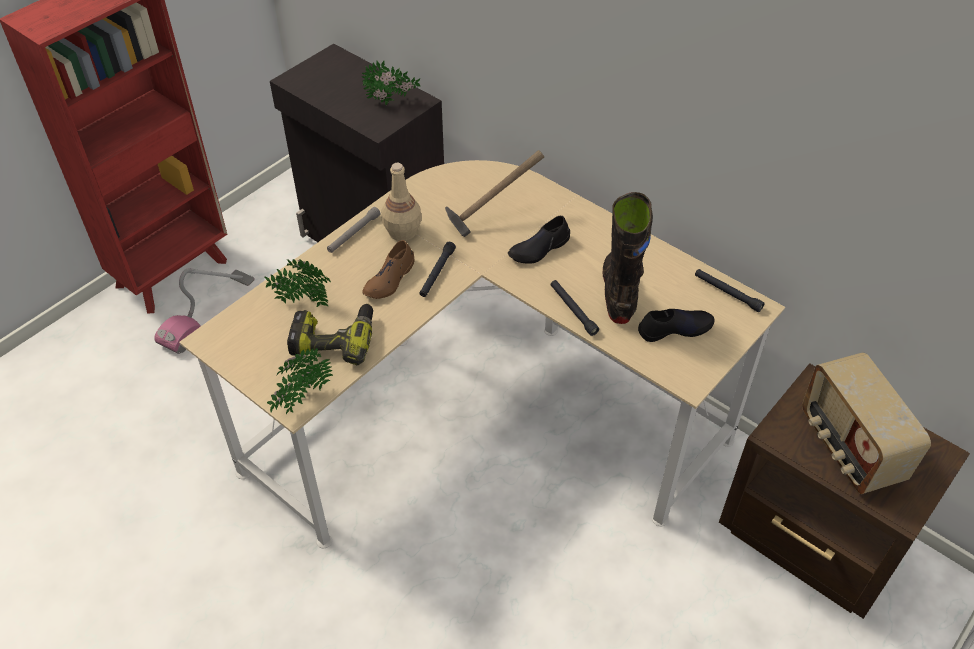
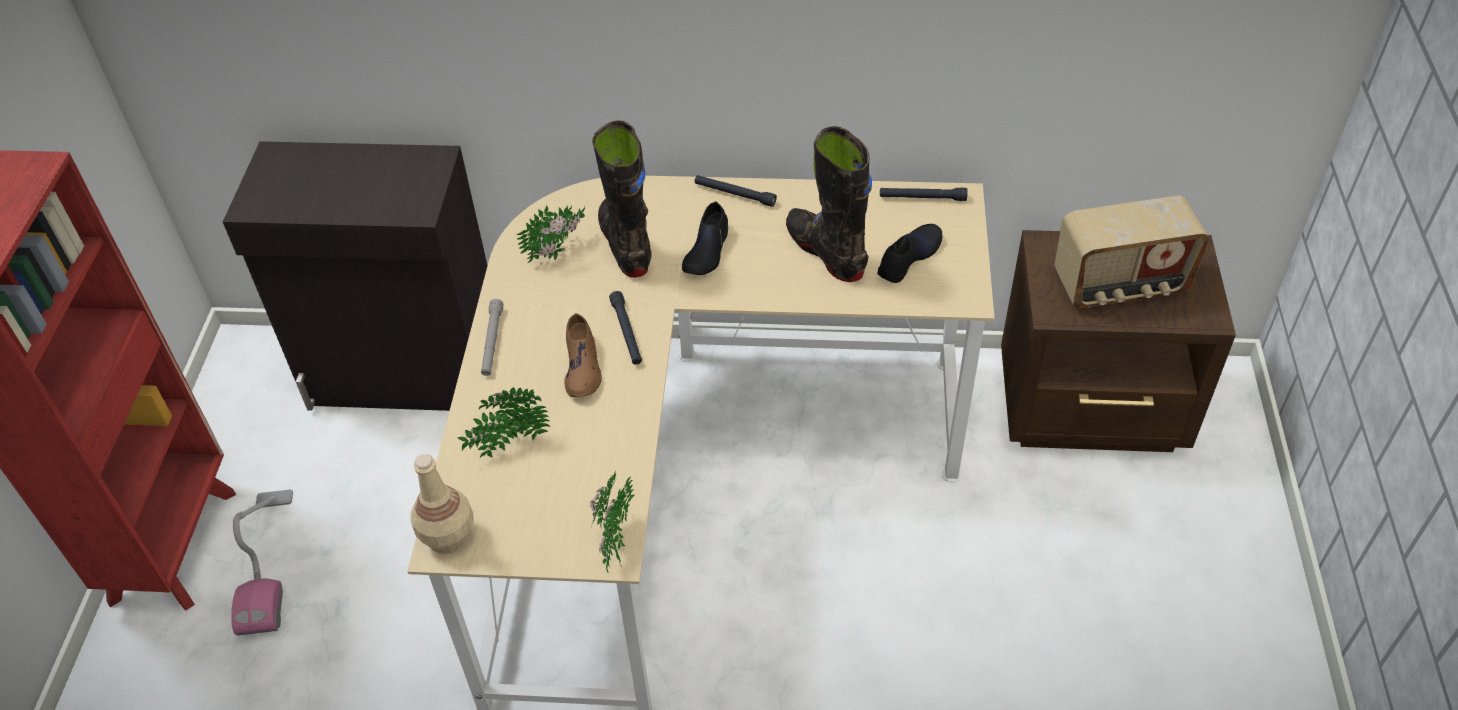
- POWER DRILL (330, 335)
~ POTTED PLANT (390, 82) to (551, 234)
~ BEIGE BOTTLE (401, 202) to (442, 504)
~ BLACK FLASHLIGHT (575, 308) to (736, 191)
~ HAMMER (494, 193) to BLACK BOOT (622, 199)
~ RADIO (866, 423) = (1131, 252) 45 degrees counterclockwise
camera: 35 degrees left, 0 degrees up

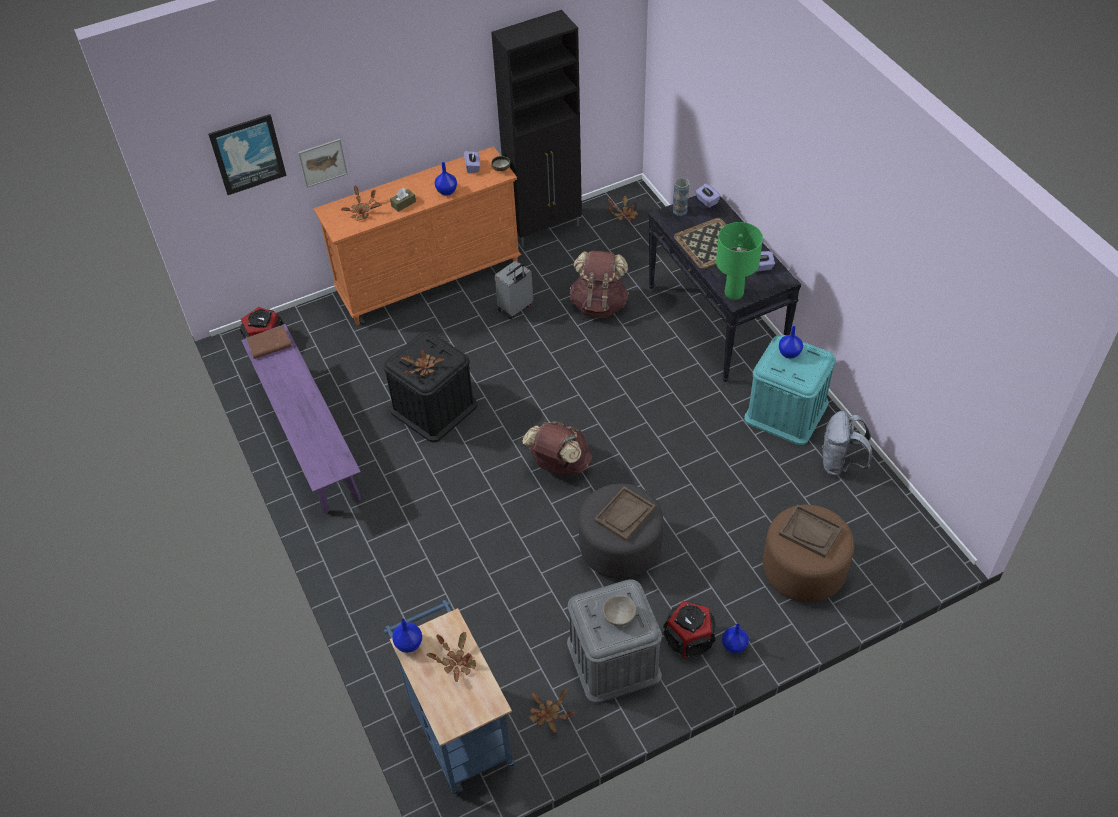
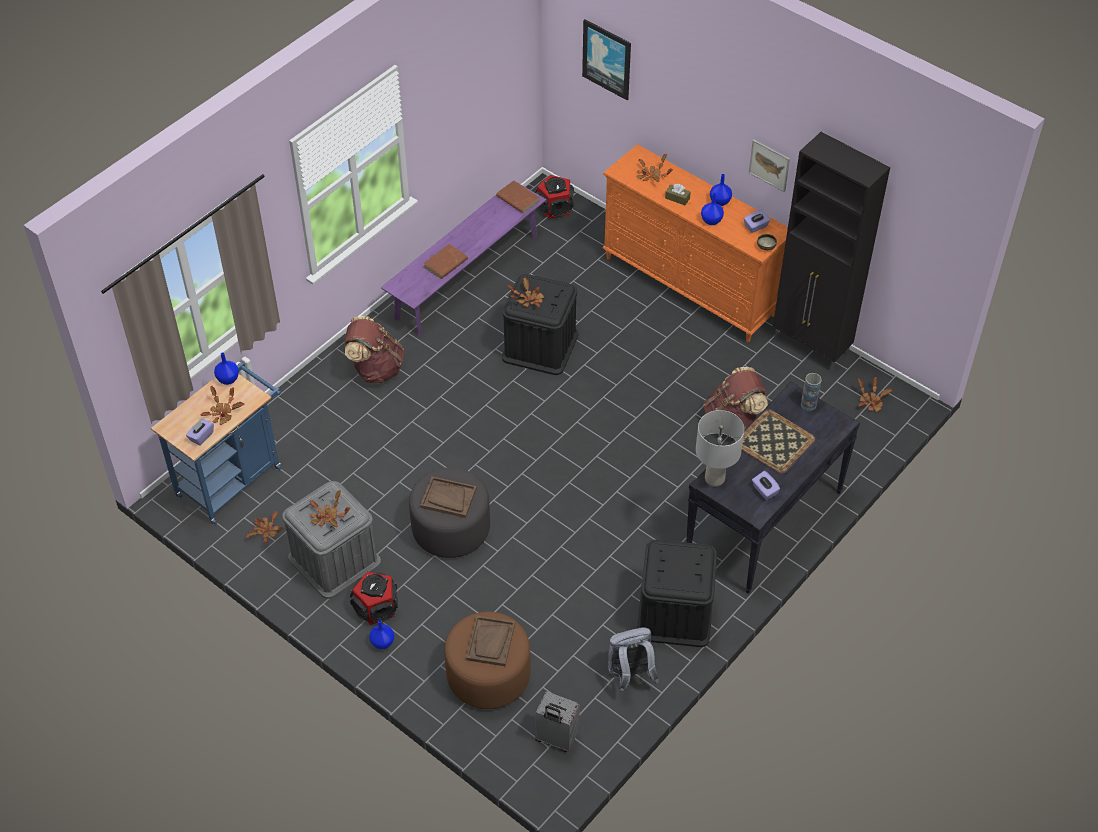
+ BROWN BOOK (445, 261)
~ PICTURE (323, 163) to (769, 166)
~ GREY SUITCASE (514, 290) to (557, 721)
~ BROWN BACKPACK (557, 448) to (374, 349)
~ PURPLE TISSUE BOX (708, 195) to (200, 432)
~ BLUE VASE (791, 342) to (721, 190)
~ BEIGE BOWL (619, 610) to POTTED PLANT (329, 508)
~ GREEN TABLE LAMP (739, 261) to GREY TABLE LAMP (720, 448)
~ TURQUOISE STORAGE BOX (790, 390) to BLACK STORAGE BOX (677, 593)
camera: 65 degrees right, 0 degrees up

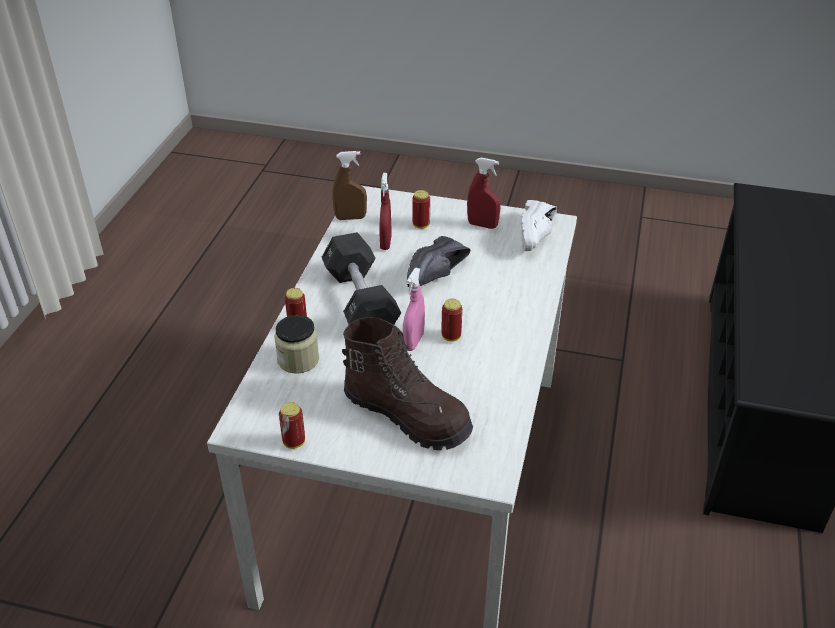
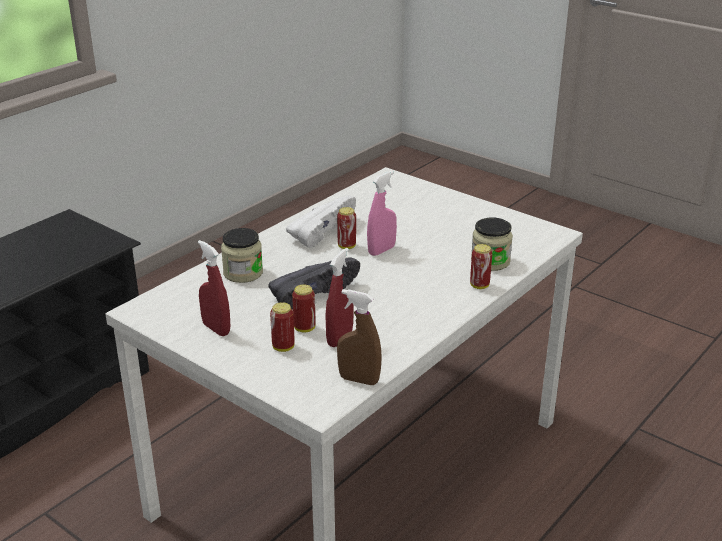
- BLACK DUMBBELL (361, 278)
- BROWN BOOT (407, 383)
+ JAR (242, 255)
~ CAN (292, 425) to (304, 308)
~ WHITE SHOE (539, 225) to (321, 221)
camera: 155 degrees left, 10 degrees down

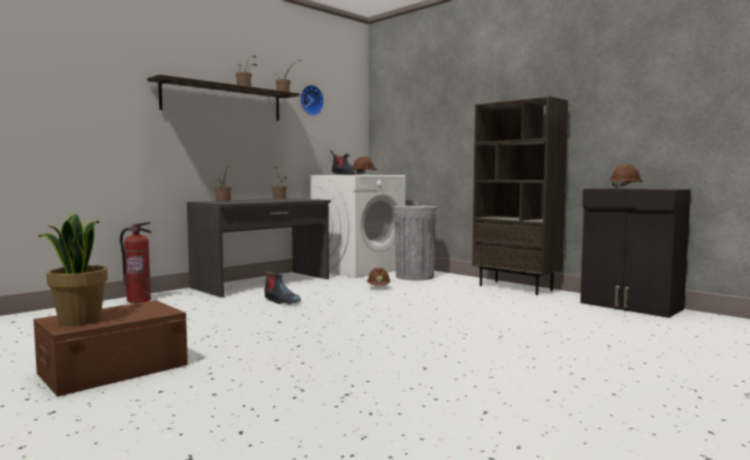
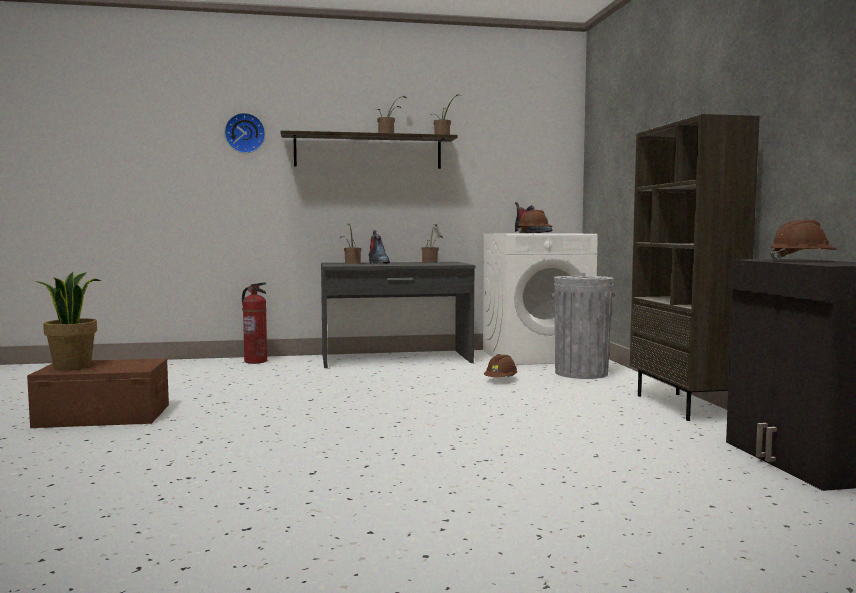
~ BOOT (283, 285) to (379, 247)
~ WALL CLOCK (312, 100) to (244, 133)
camera: 35 degrees right, 0 degrees up

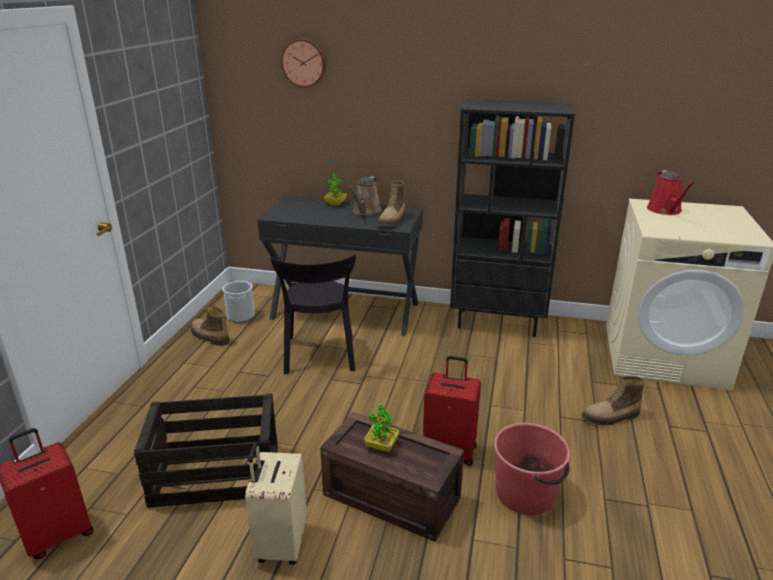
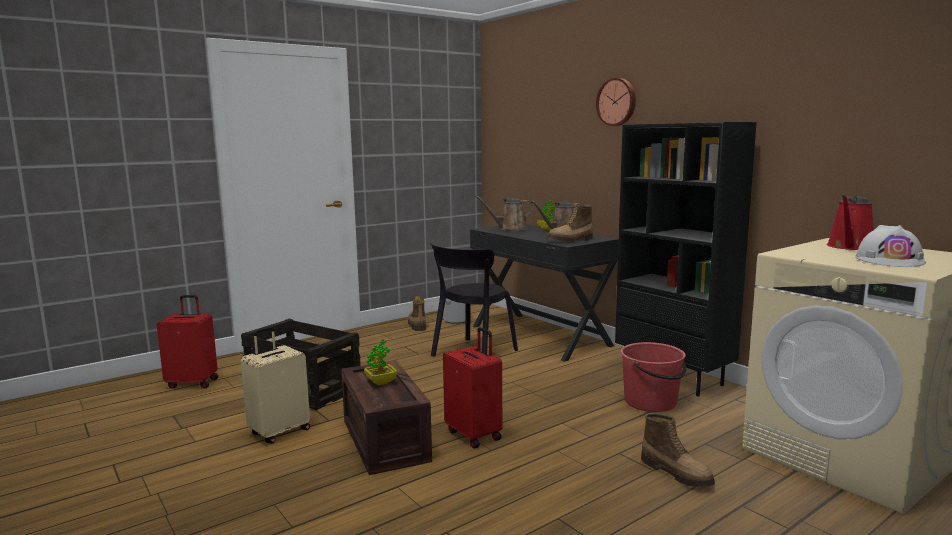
+ BROWN WATERING CAN (504, 213)
+ WHITE HARD HAT (890, 246)
~ WALL CLOCK (303, 63) to (616, 102)
~ RED BUCKET (532, 469) to (653, 377)
~ BOOT (613, 401) = (678, 450) 150 degrees counterclockwise
camera: 40 degrees right, 15 degrees down

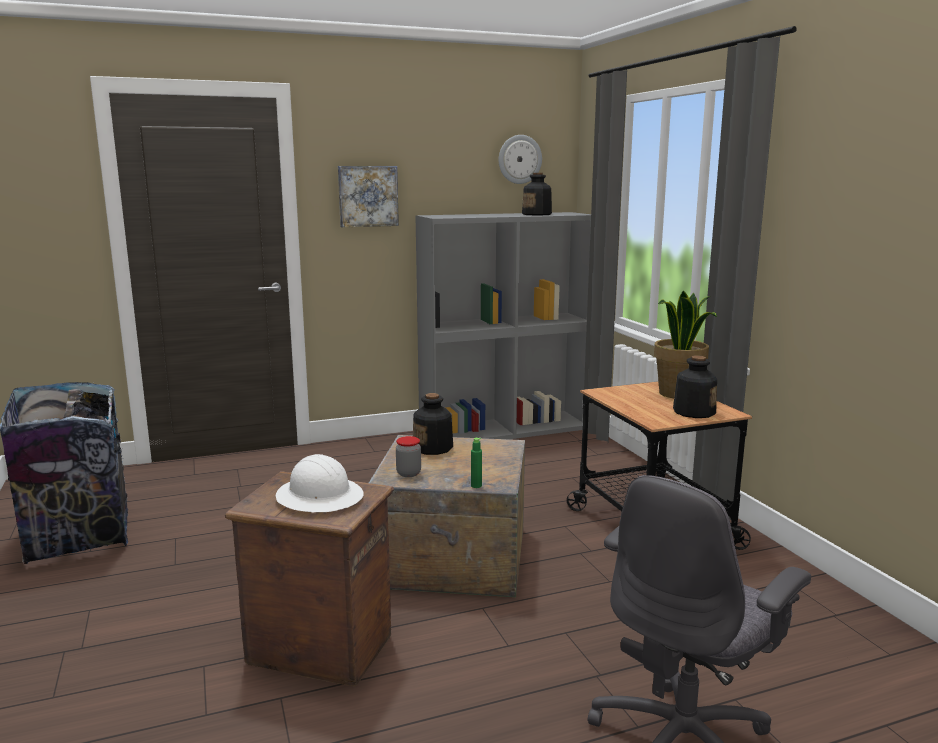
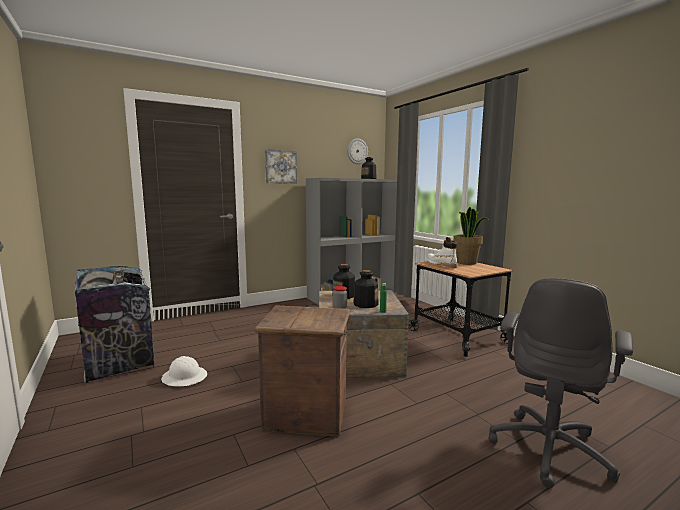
+ WHITE BOOT (441, 252)
~ WHITE HARD HAT (319, 483) to (184, 371)
~ BOTTLE (695, 386) to (366, 289)
camera: 10 degrees left, 5 degrees down

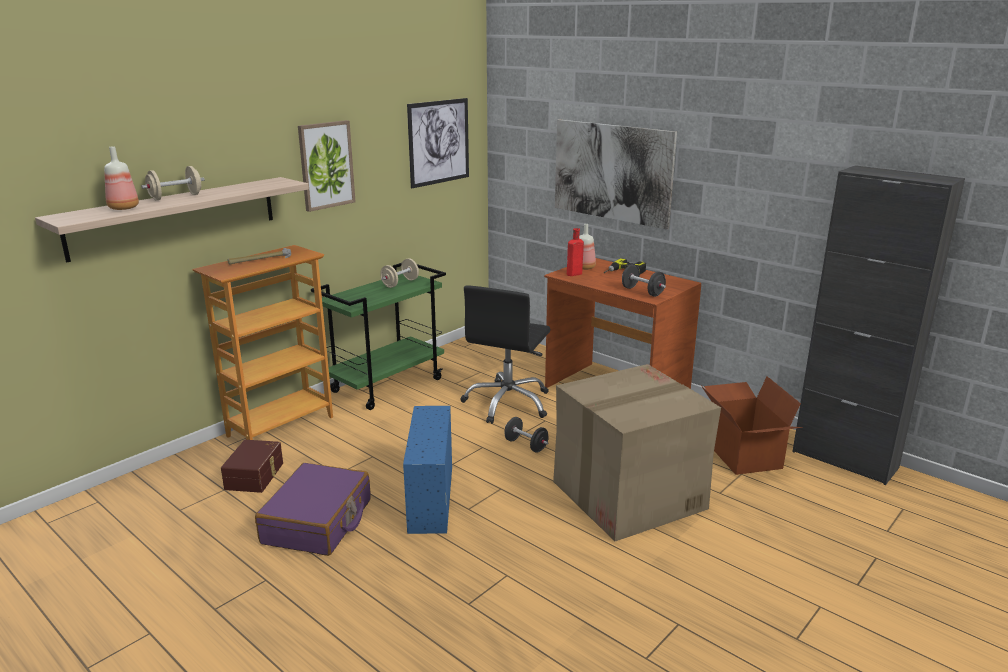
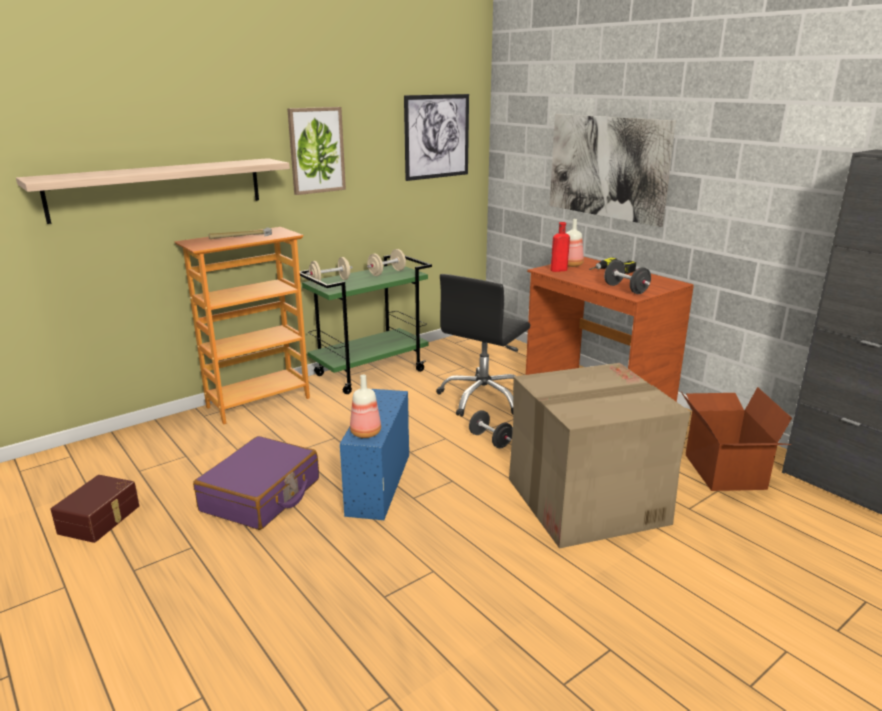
~ BOTTLE (121, 178) to (365, 406)
~ BEIGE DUMBBELL (173, 183) to (329, 270)
~ BROWN STORAGE BOX (252, 466) to (94, 509)
camera: 10 degrees right, 0 degrees up

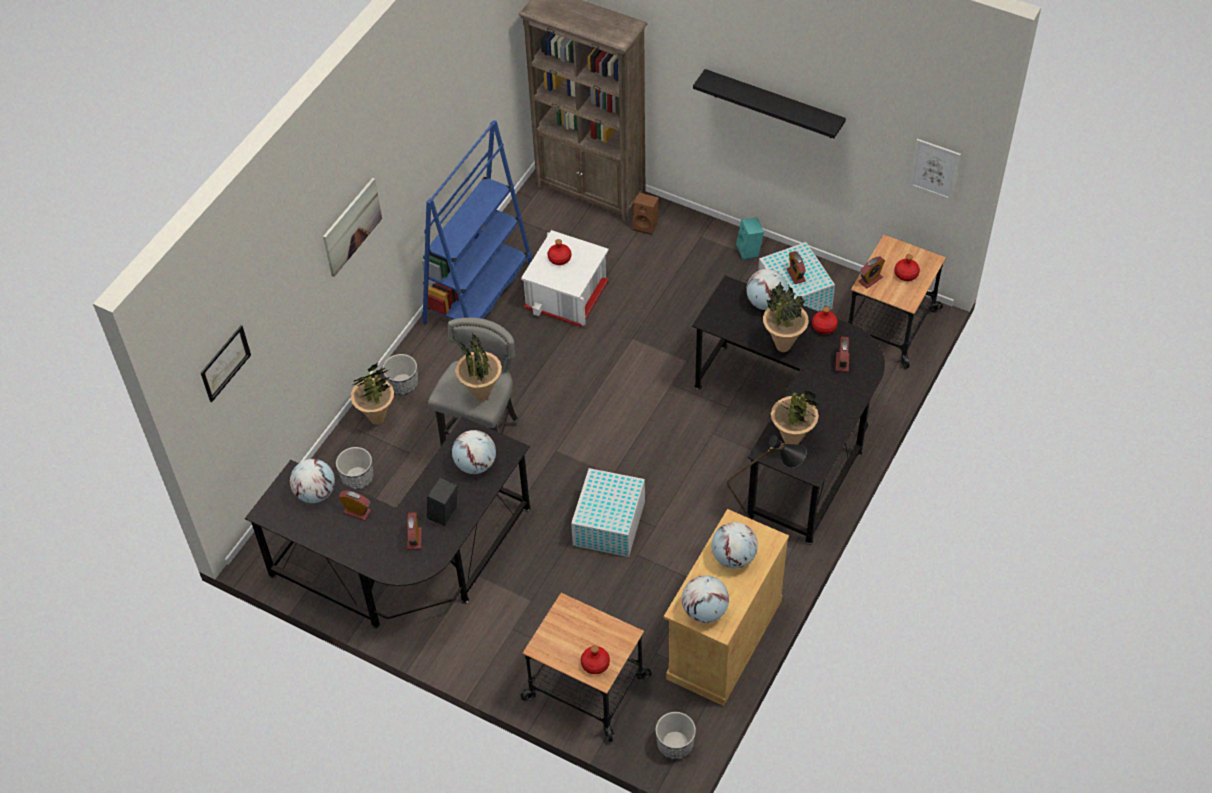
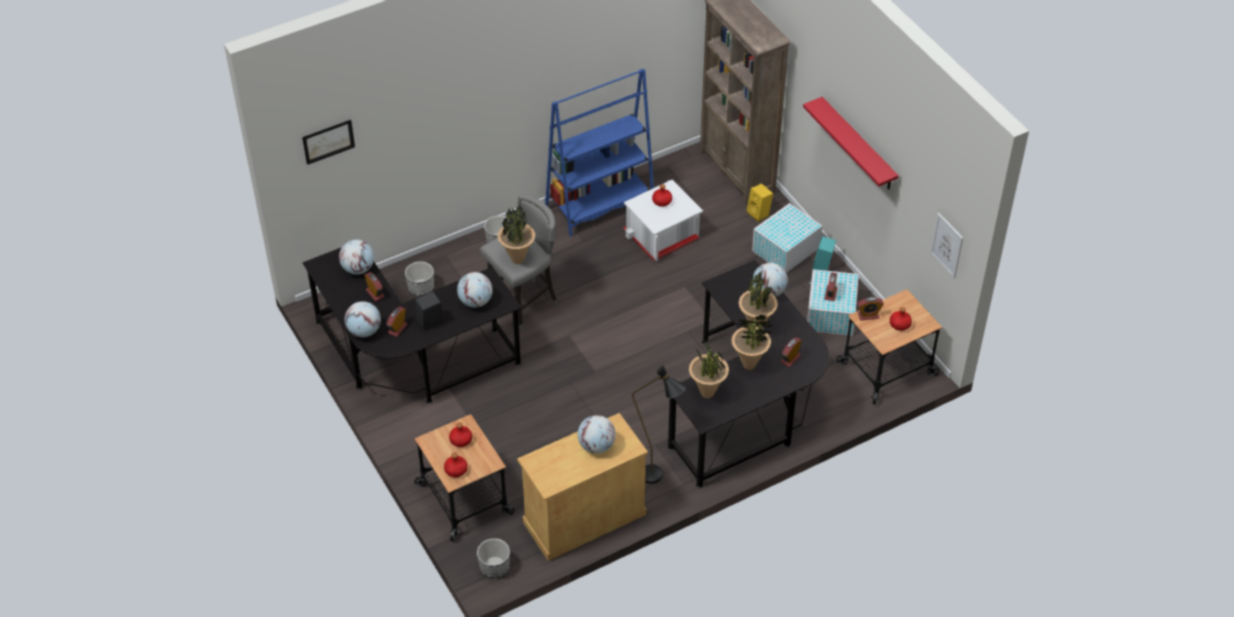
- PICTURE (352, 227)
~ POTTED PLANT (372, 394) to (751, 342)
~ WHITE STORAGE BOX (608, 512) to (787, 238)
~ GLOBE (705, 599) to (363, 319)
~ RED BOTTLE (825, 320) to (460, 435)
~ BROWN SPEAKER (645, 214) to YELLOW SPEAKER (760, 202)
~ BLACK SHELF (769, 103) to RED SHELF (851, 143)
camera: 30 degrees right, 5 degrees down

